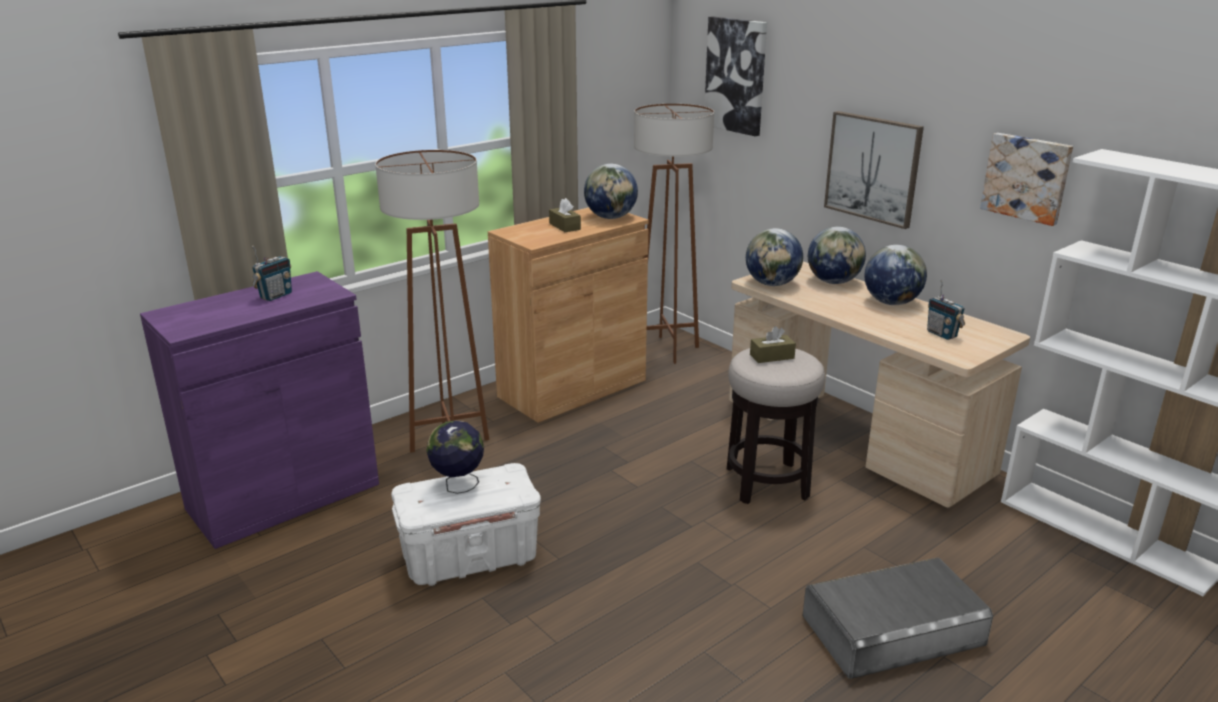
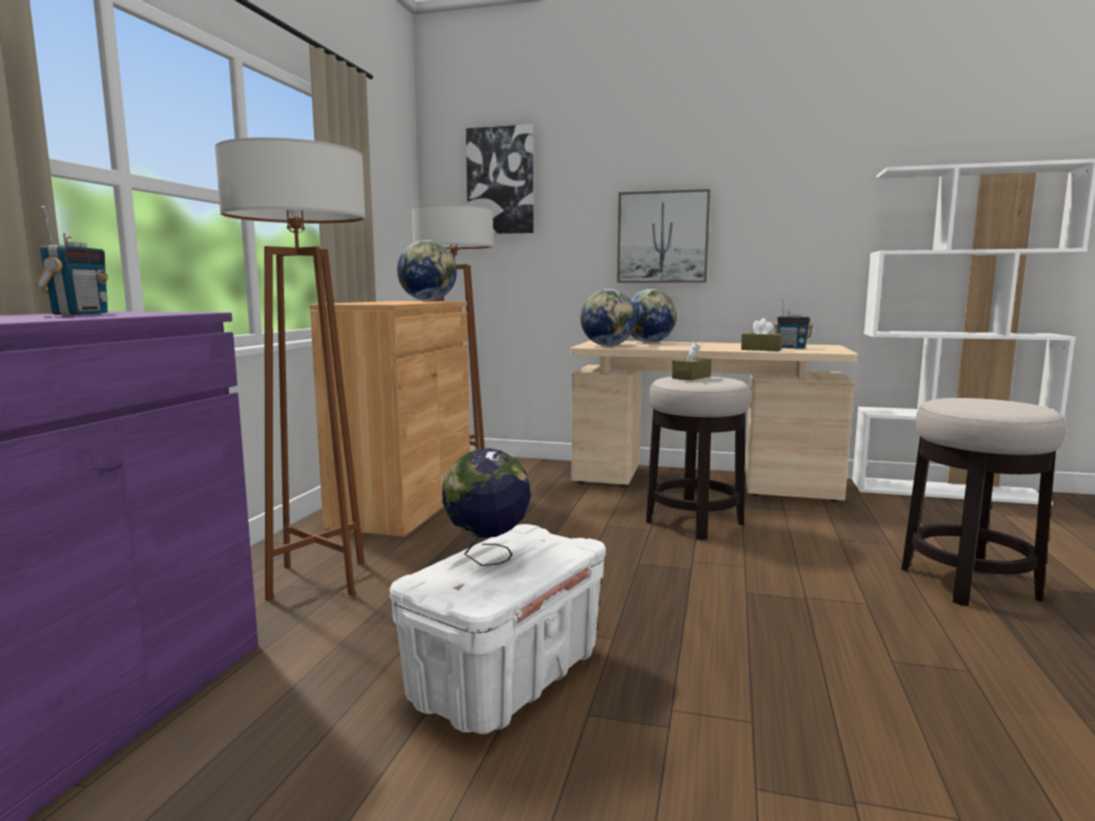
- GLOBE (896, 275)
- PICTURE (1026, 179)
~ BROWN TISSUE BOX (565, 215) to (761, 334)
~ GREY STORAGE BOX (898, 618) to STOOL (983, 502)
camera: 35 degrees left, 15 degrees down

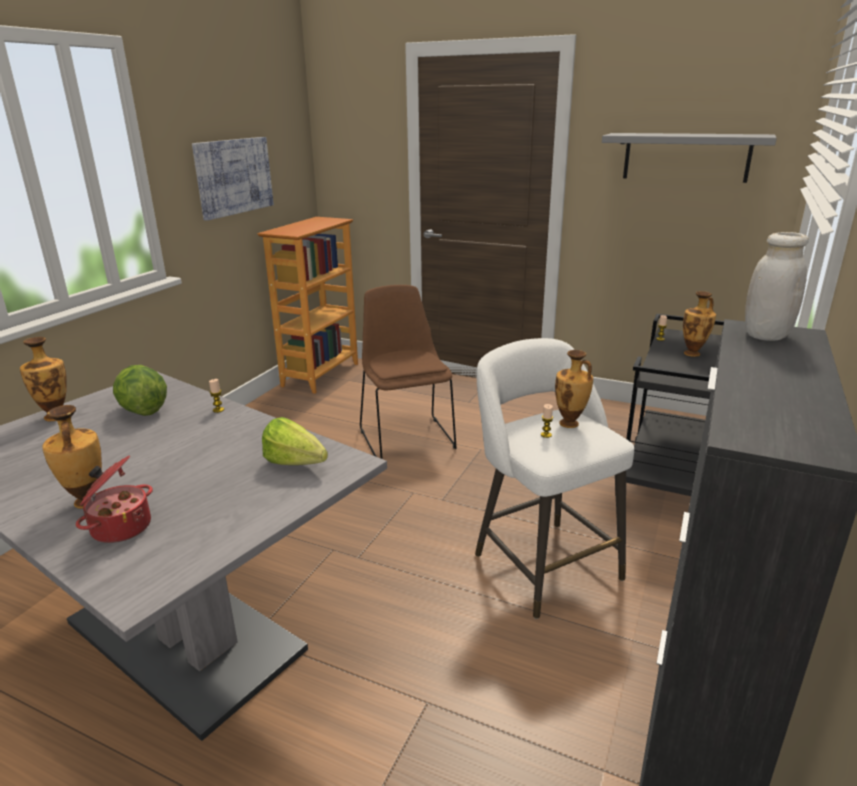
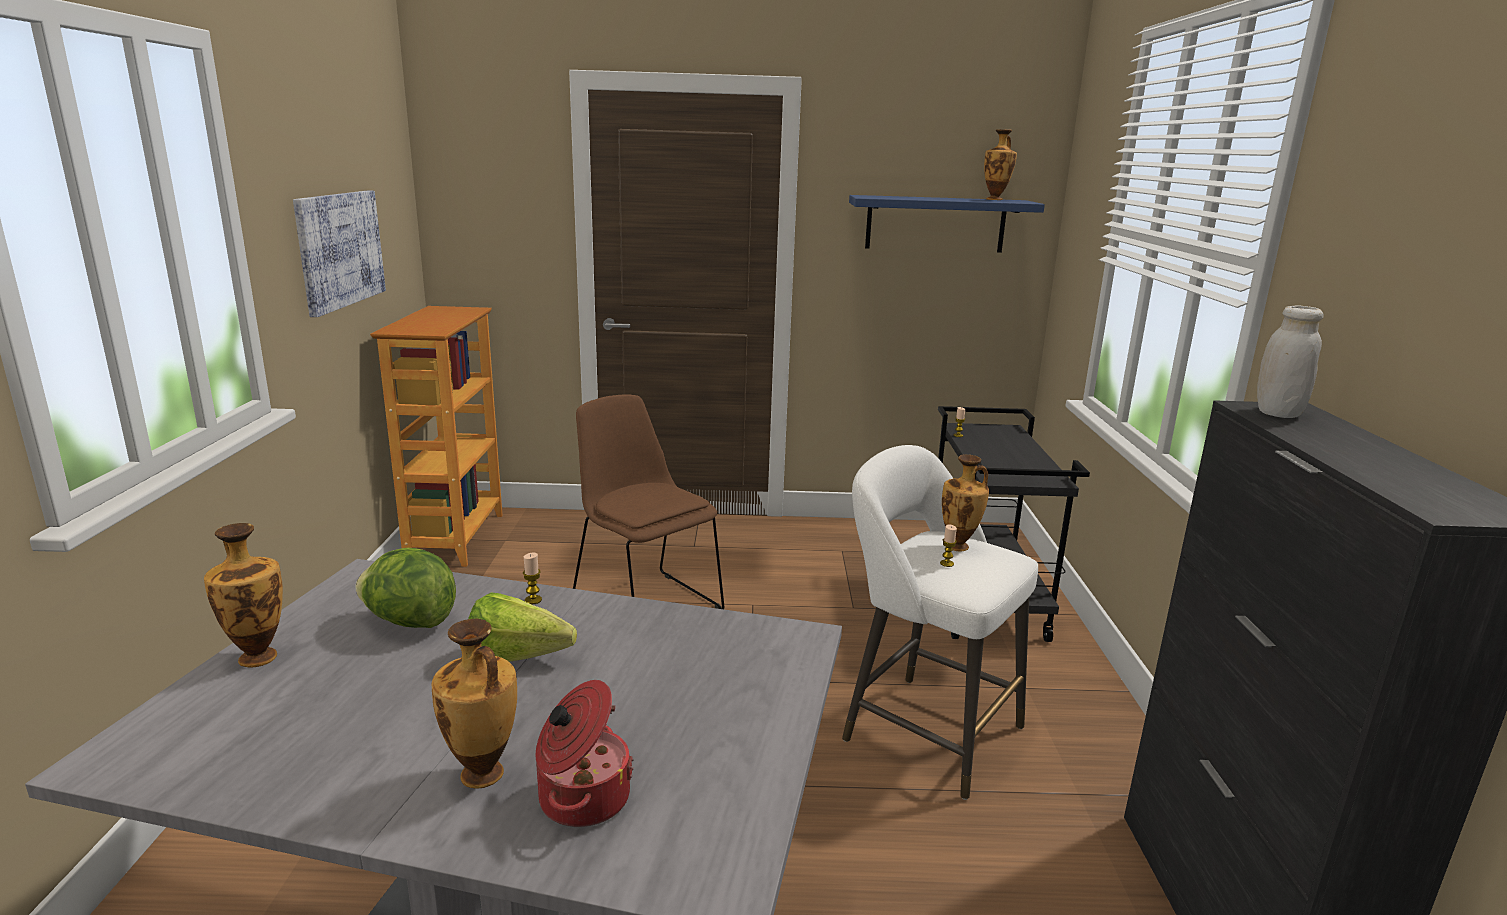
~ LETTUCE (295, 441) to (522, 627)
~ VASE (699, 324) to (1000, 164)
~ GREY SHELF (689, 158) to BLUE SHELF (947, 224)
camera: 25 degrees left, 5 degrees down

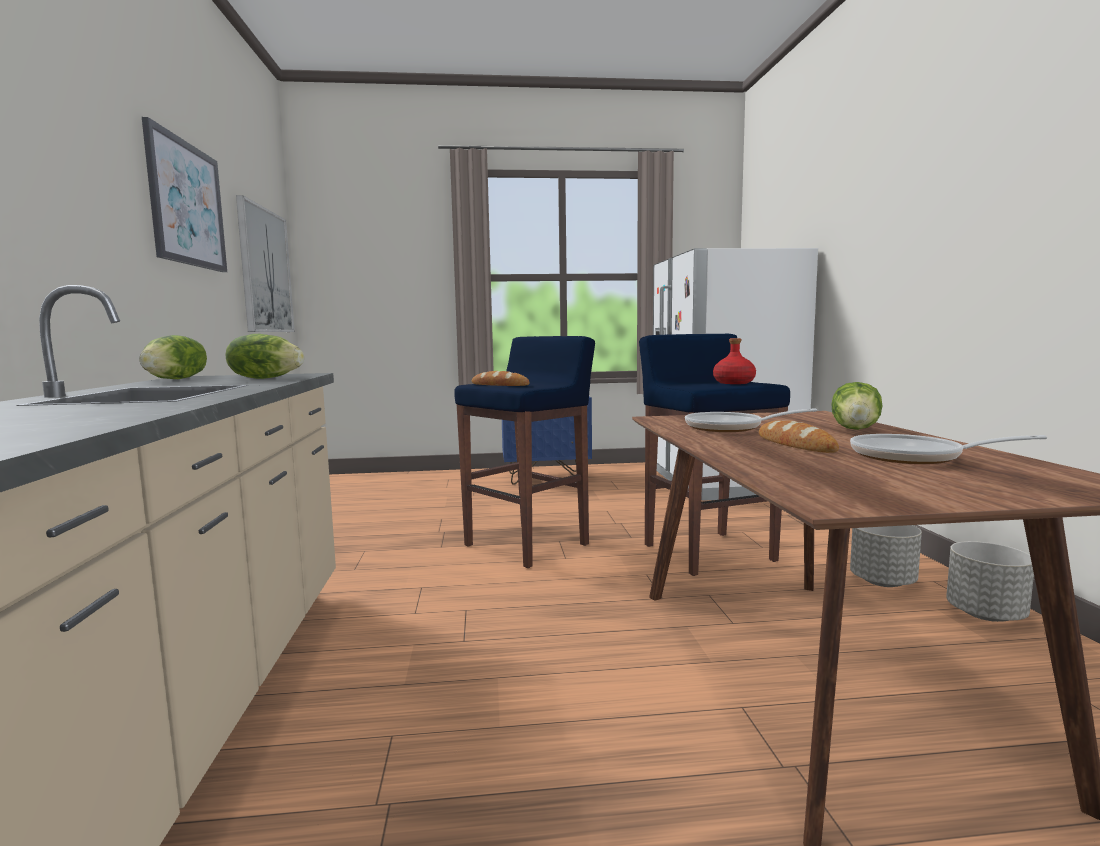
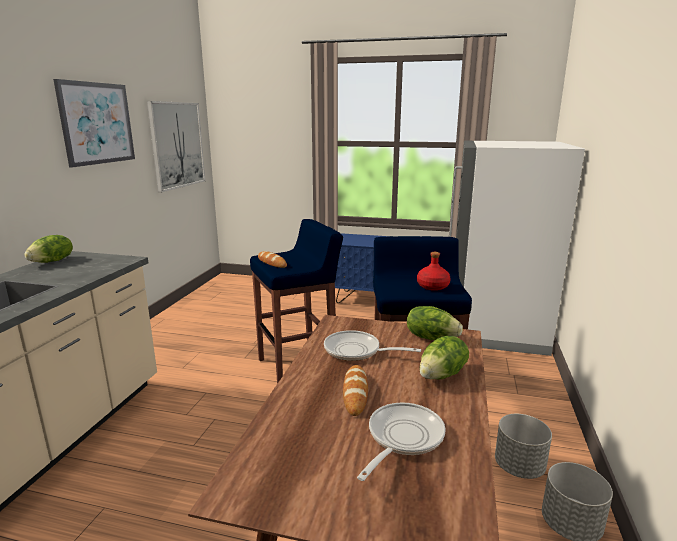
~ LETTUCE (264, 356) to (435, 323)
~ FRYING PAN (948, 449) = (401, 441) 90 degrees clockwise
camera: 20 degrees right, 10 degrees up

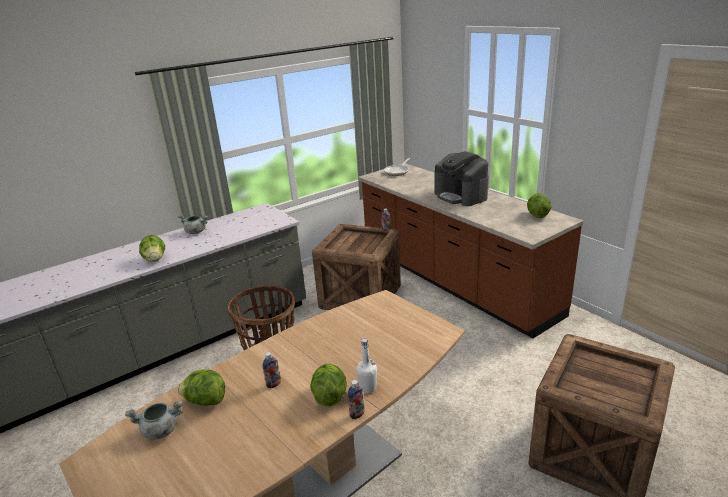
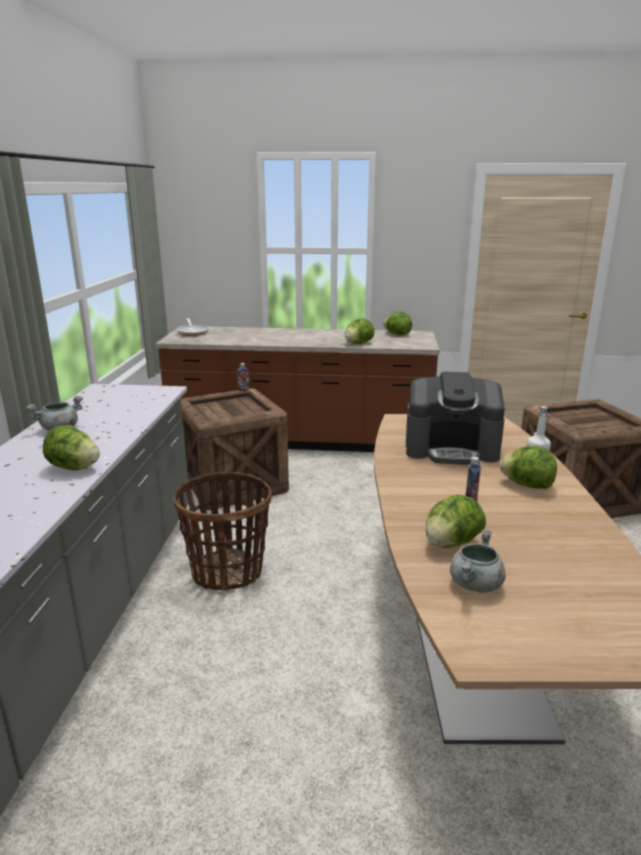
- BOTTLE (356, 399)
+ LETTUCE (360, 331)
~ COFFEE MACHINE (461, 178) to (455, 418)
camera: 50 degrees left, 5 degrees down

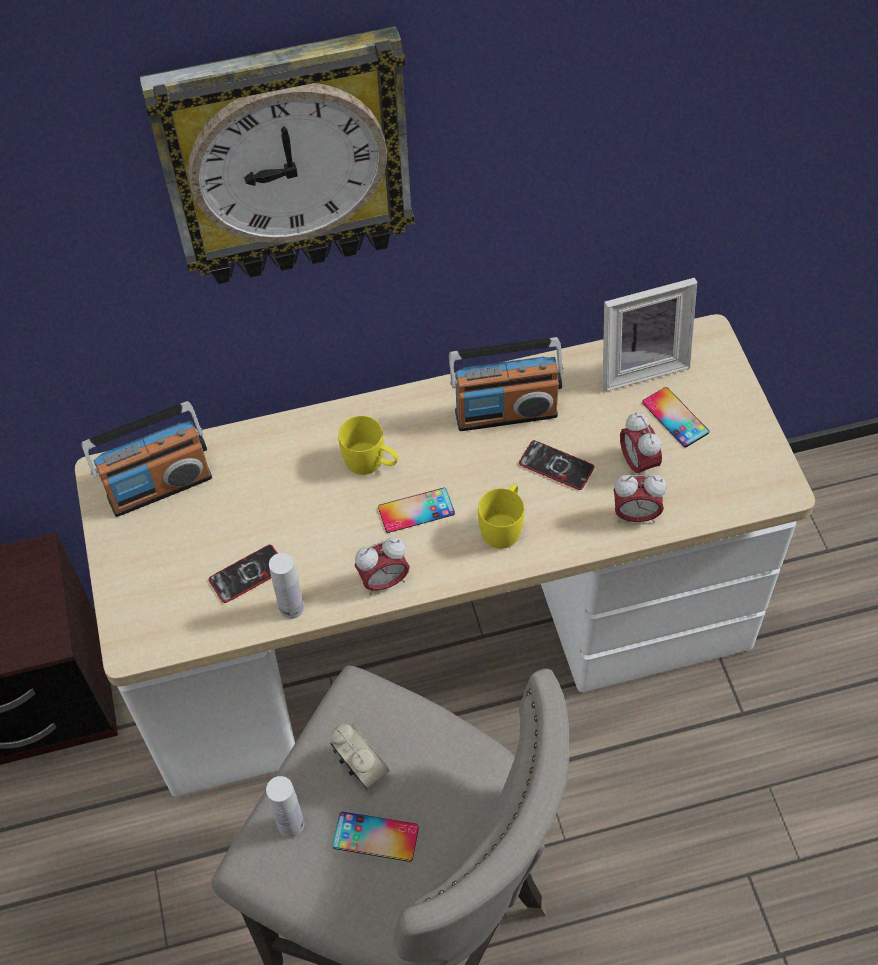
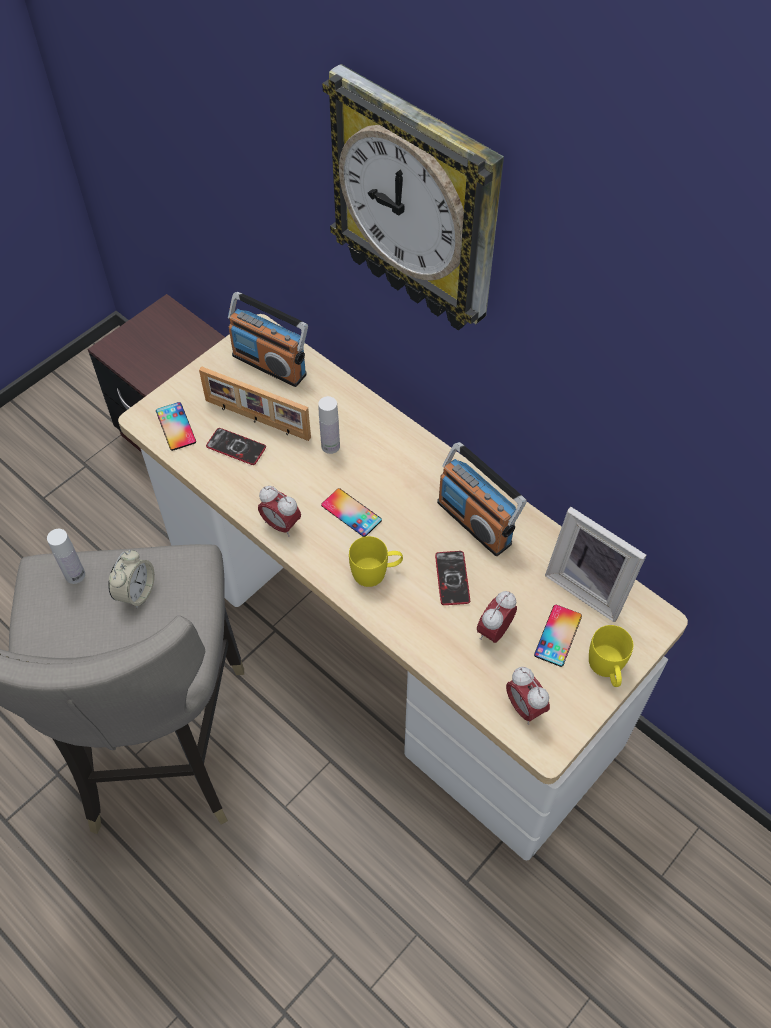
+ PICTURE FRAME (255, 404)
~ WHITE BOTTLE (286, 586) to (329, 425)
~ PHONE (375, 837) to (176, 426)
~ YELLOW MUG (368, 445) to (611, 656)
~ ALARM CLOCK (640, 499) to (528, 696)
camera: 55 degrees right, 0 degrees up

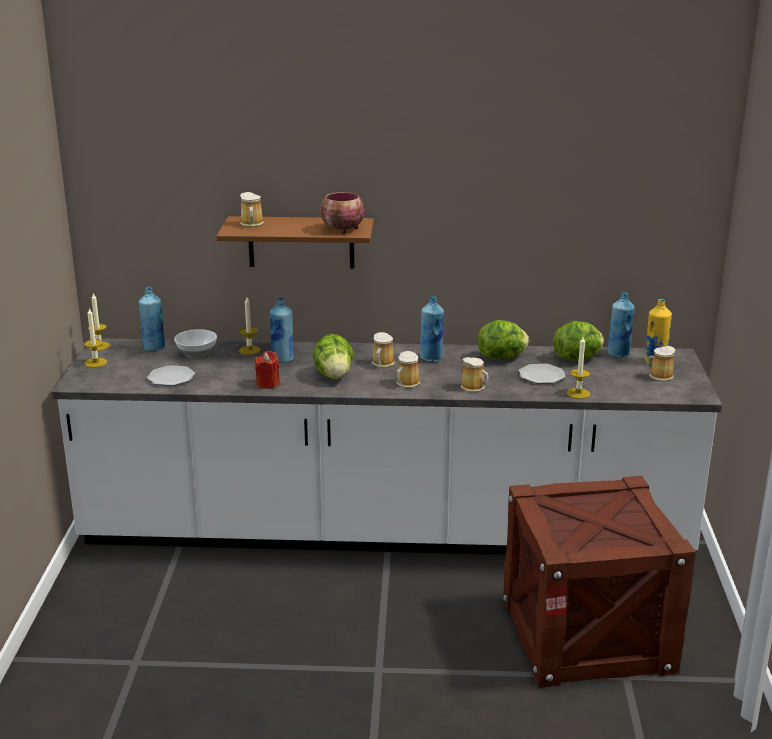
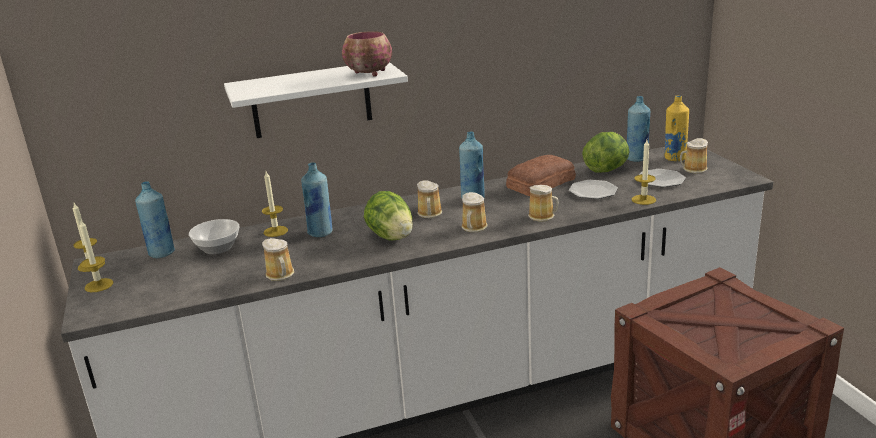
- RED CANDLE (267, 370)
~ PLATE (171, 375) to (662, 178)
~ MUG (252, 209) to (278, 259)
~ LETTUCE (503, 340) to BREAD (541, 175)
~ BROWN SHELF (295, 242) to WHITE SHELF (316, 100)
camera: 20 degrees left, 0 degrees up

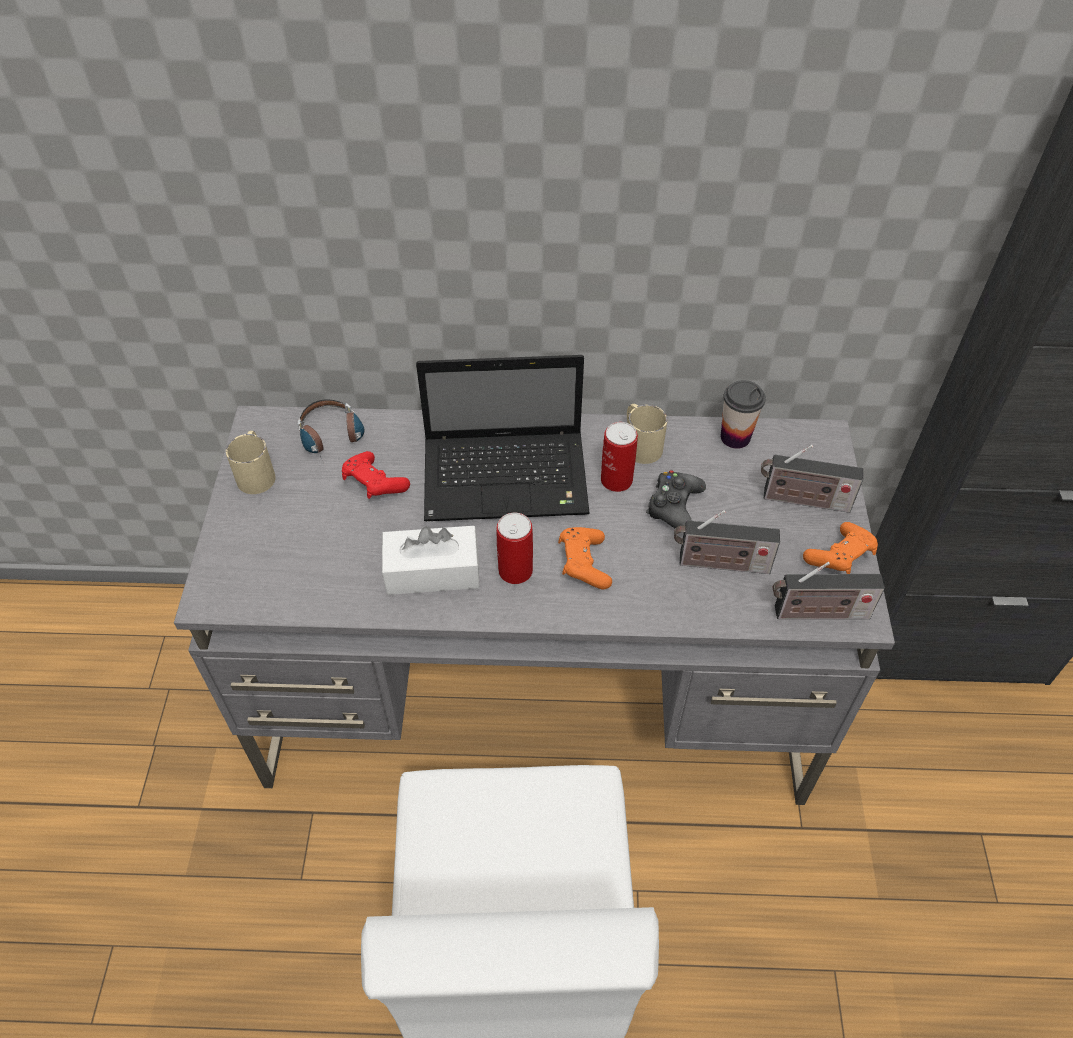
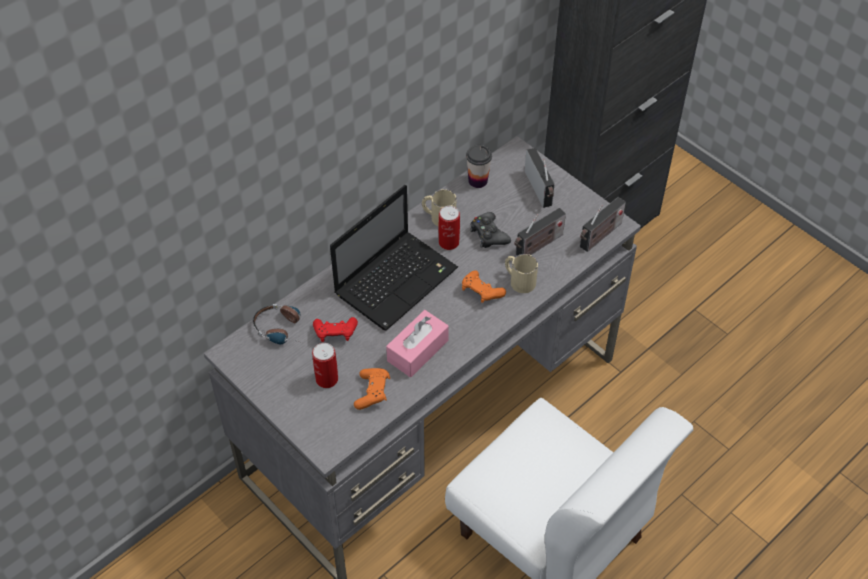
~ BEIGE MUG (251, 462) to (521, 273)
~ CAN (515, 548) to (325, 365)
~ ORANGE GAME CONTROLLER (840, 548) to (372, 389)
~ WHITE TISSUE BOX (431, 560) to PINK TISSUE BOX (417, 343)
~ RADIO (812, 479) = (539, 178) 75 degrees counterclockwise
camera: 45 degrees left, 0 degrees up

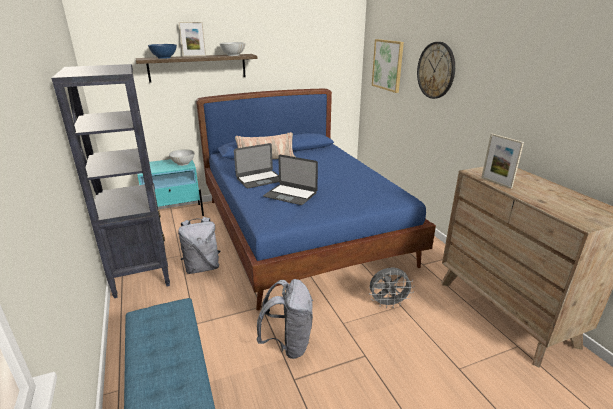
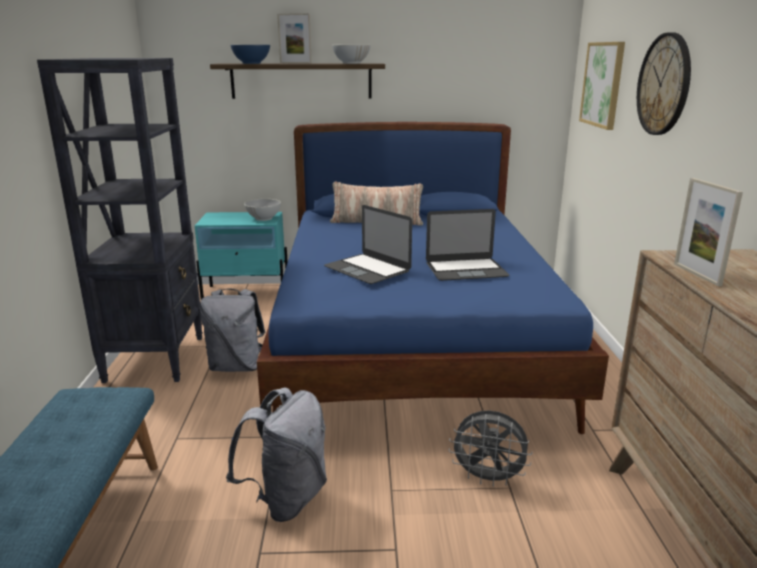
~ LAPTOP (256, 165) to (467, 245)
camera: 20 degrees right, 5 degrees down

